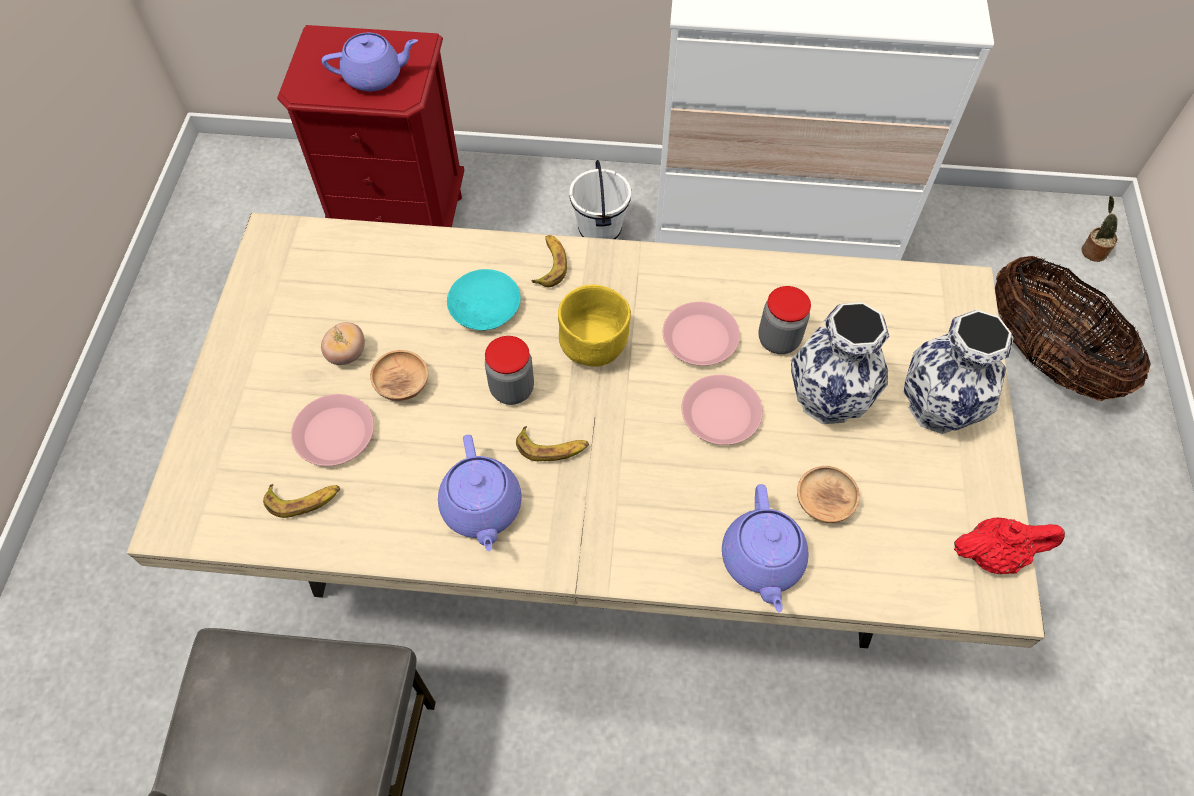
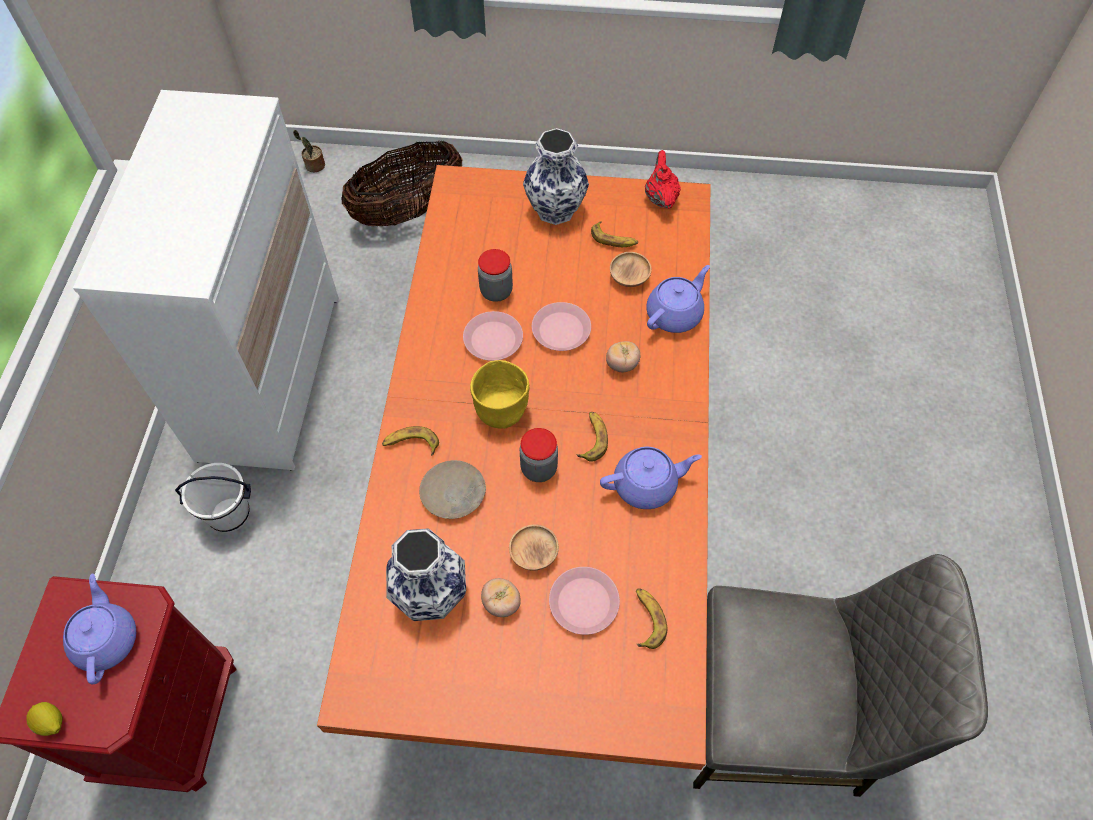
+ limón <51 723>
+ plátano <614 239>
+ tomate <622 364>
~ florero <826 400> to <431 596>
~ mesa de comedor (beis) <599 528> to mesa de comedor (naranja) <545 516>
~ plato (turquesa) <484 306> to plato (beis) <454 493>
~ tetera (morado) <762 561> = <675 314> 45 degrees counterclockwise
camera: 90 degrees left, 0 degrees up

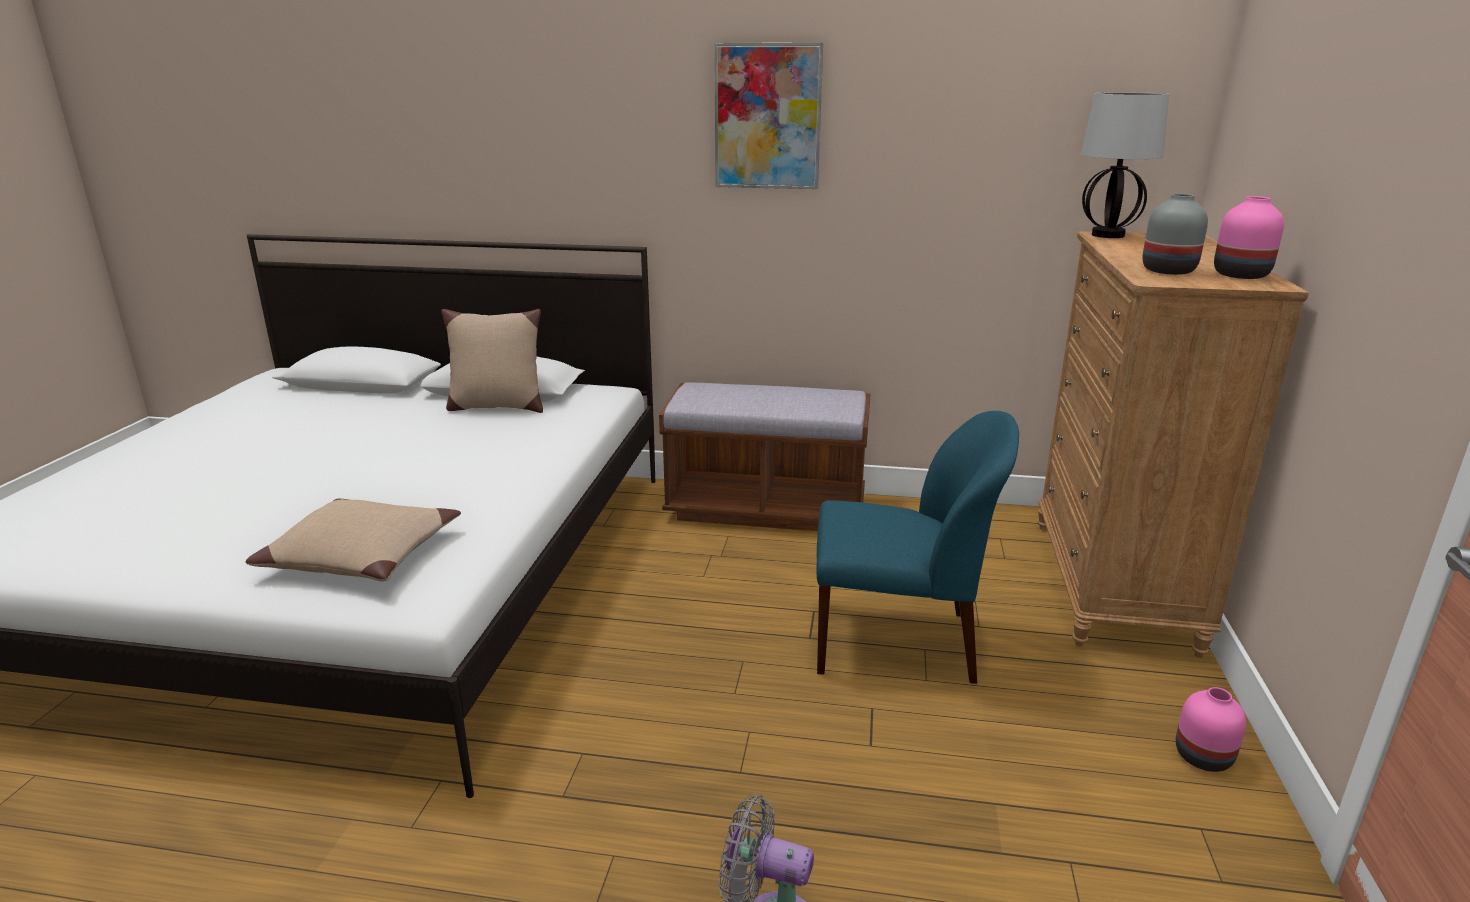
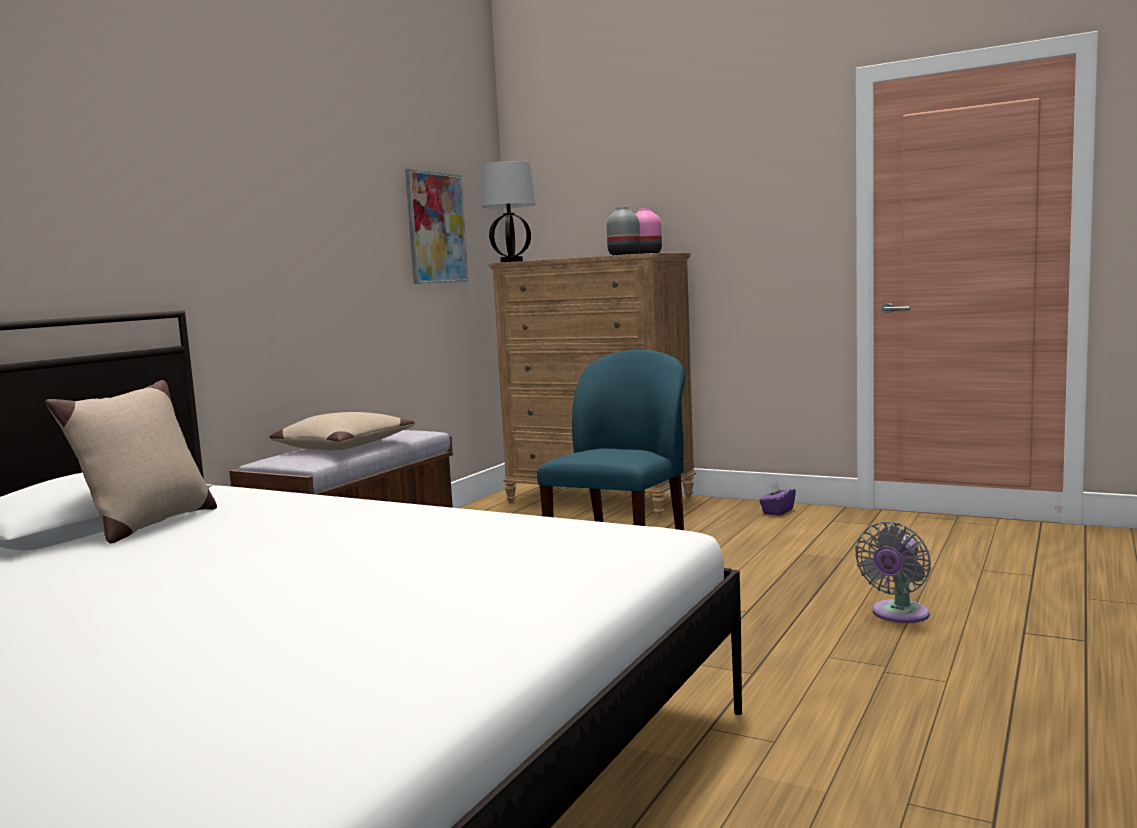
~ cojín (beis) <363 555> to <343 446>
~ cuadro <767 117> to <436 228>
~ florero (rosa) <1202 757> to caja de pañuelos (morado) <777 511>
camera: 70 degrees left, 15 degrees down

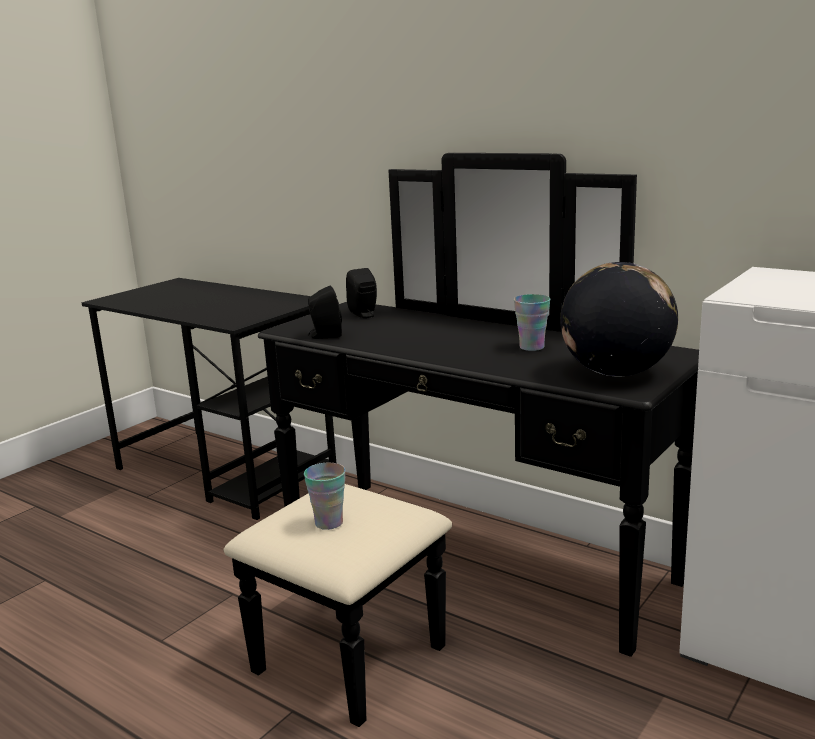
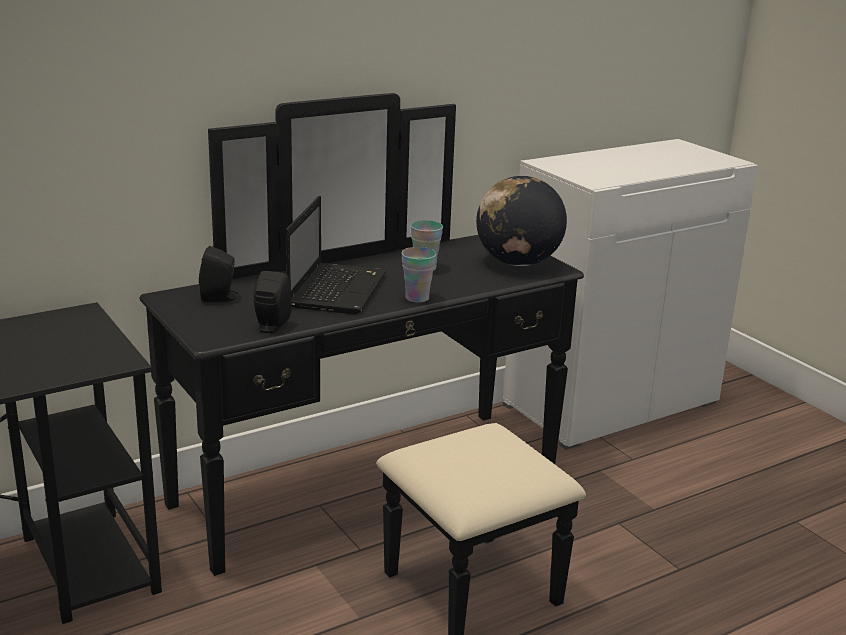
+ portátil <337 289>
~ taza <329 523> to <417 298>
camera: 70 degrees left, 5 degrees up

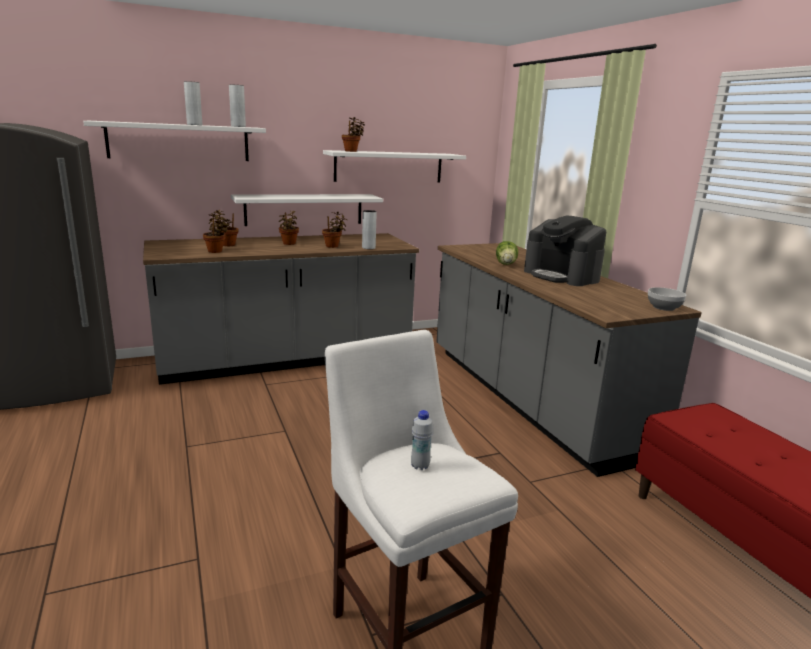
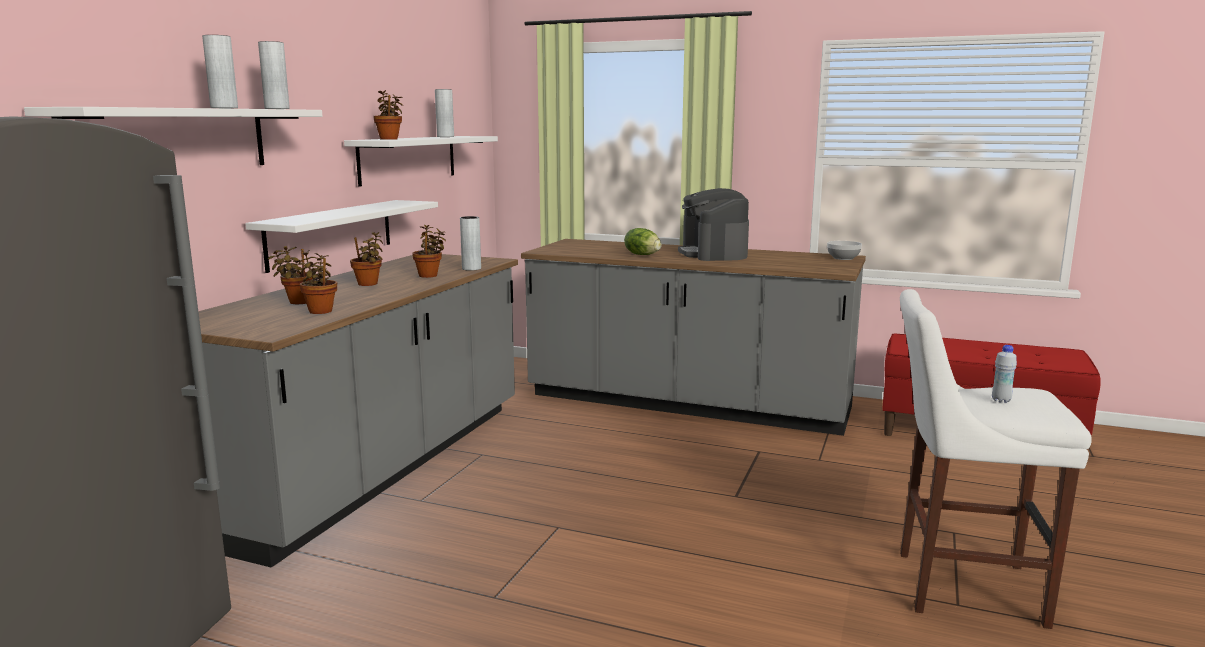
+ florero (gris) <445 137>
~ cafetera <562 276> = <713 254> 75 degrees clockwise
camera: 45 degrees left, 5 degrees down

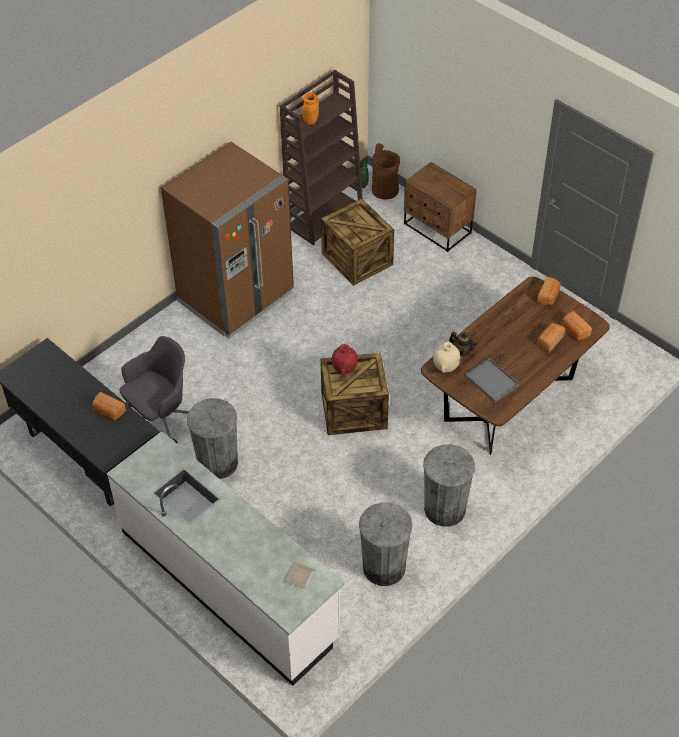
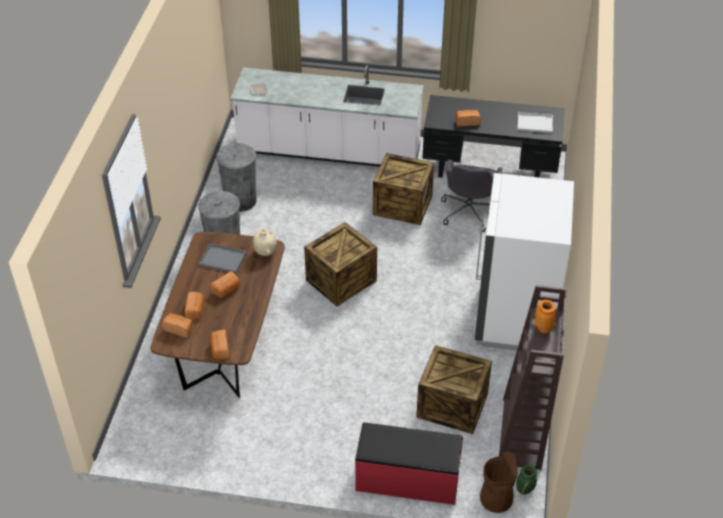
- florero (rojo) <344 369>
- tetera <462 351>
+ pan <227 290>
+ bandeja (blanco) <534 123>
~ papelera (gris) <217 462> to caja de embalaje <403 205>
~ mesita de noche (marrón) <437 229> to banco (rojo) <407 480>
~ nevera (marrón) <236 297> to nevera (blanco) <515 318>
camera: 145 degrees right, 5 degrees down

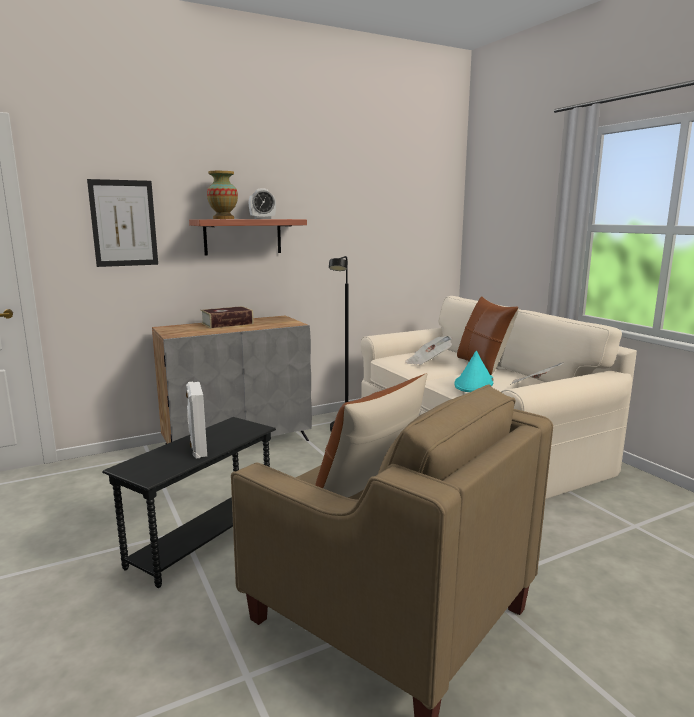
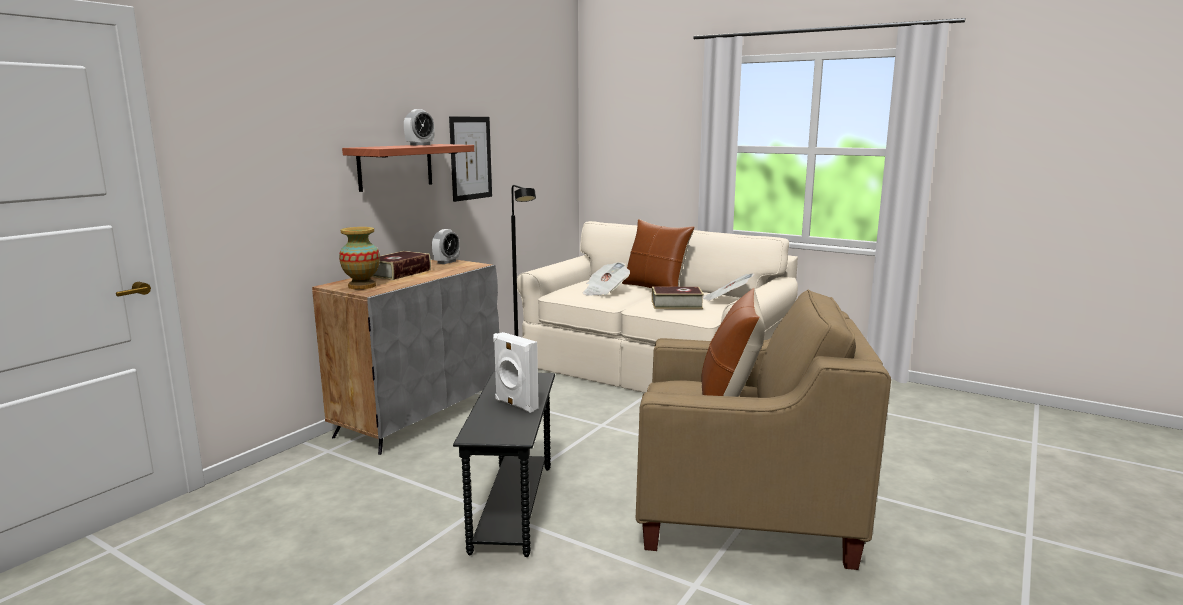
+ despertador <446 262>
~ cuadro <124 223> to <470 158>
~ florero <223 219> to <361 286>
~ sombrero (turquesa) <474 384> to libro <676 304>
camera: 30 degrees left, 0 degrees up

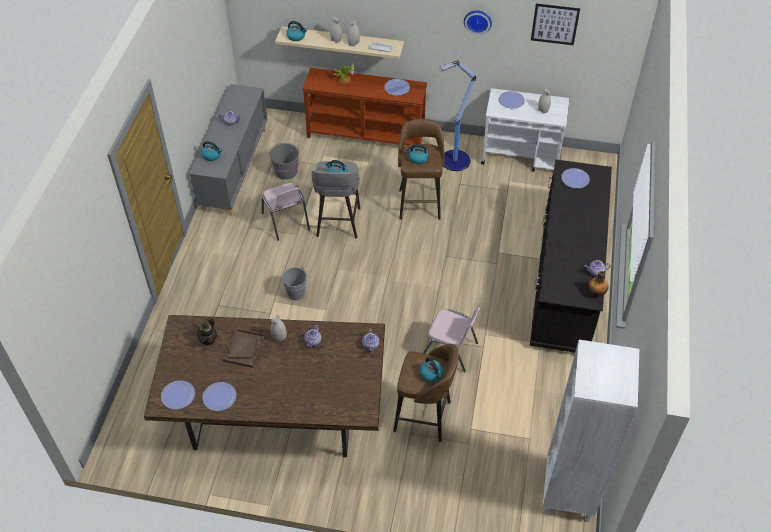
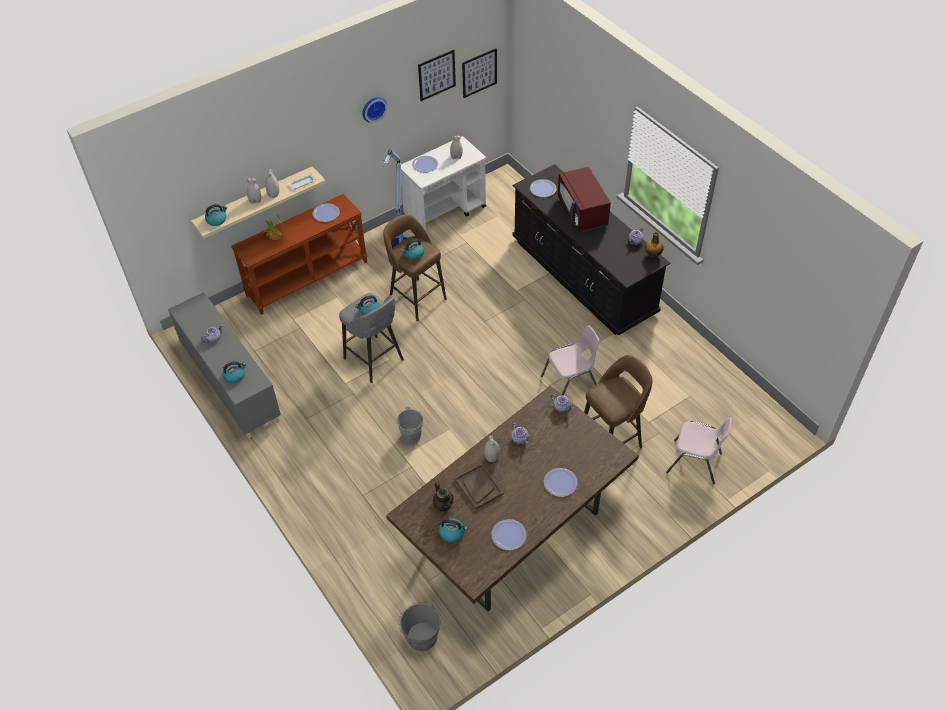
- estantería (blanco) <568 493>
+ cuadro <479 73>
+ microondas (rojo) <583 212>
~ plato <178 395> to <560 483>
~ silla (rosa) <286 222> to <695 463>
~ cubo (gris) <286 171> to <421 636>
~ hervidor <431 374> to <452 533>
camera: 45 degrees left, 0 degrees up

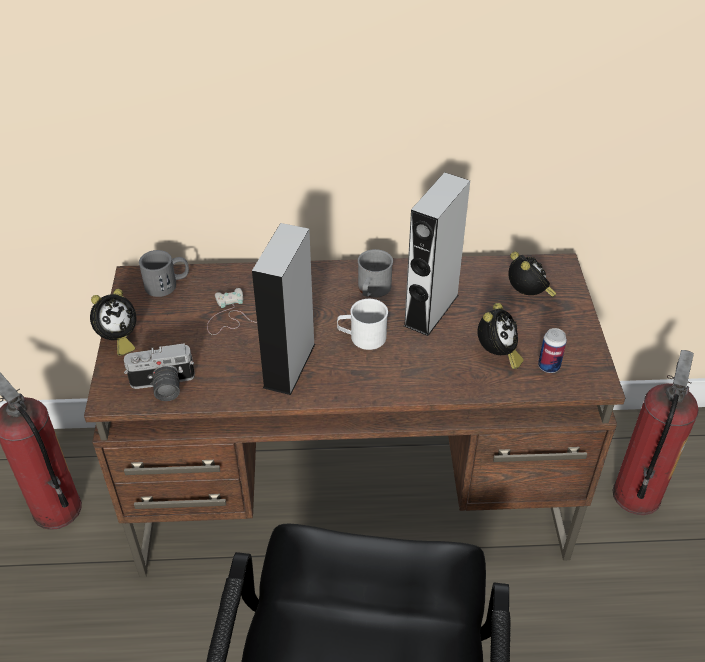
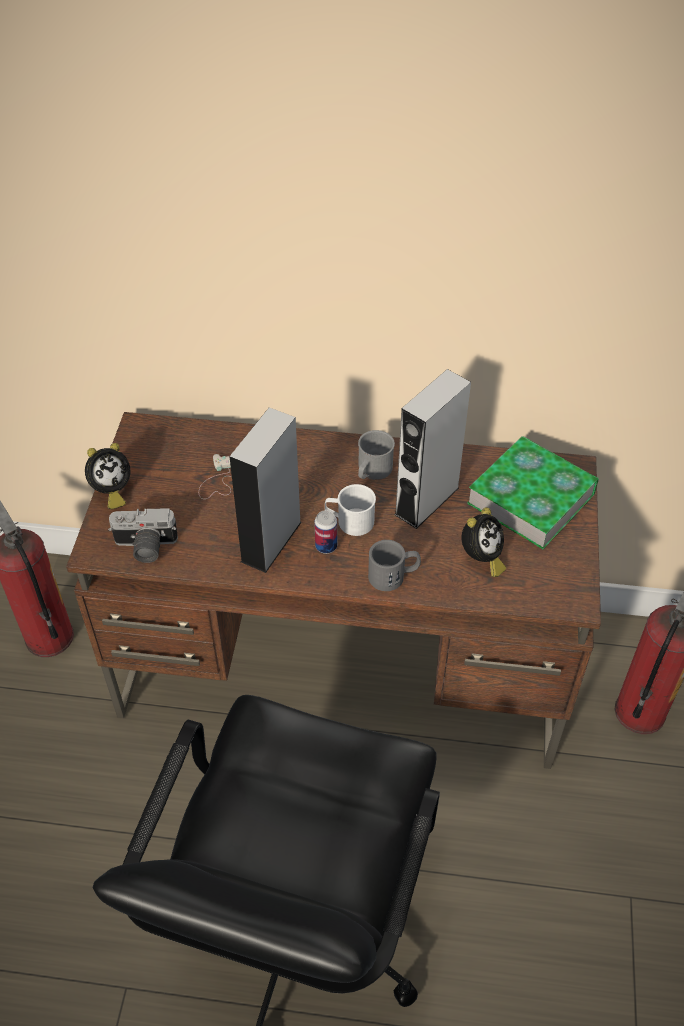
~ taza grande (gris) <167 284> to <394 575>
~ lata <548 366> to <326 546>
~ despertador <528 296> to libro <531 498>
camera: 10 degrees right, 5 degrees up

